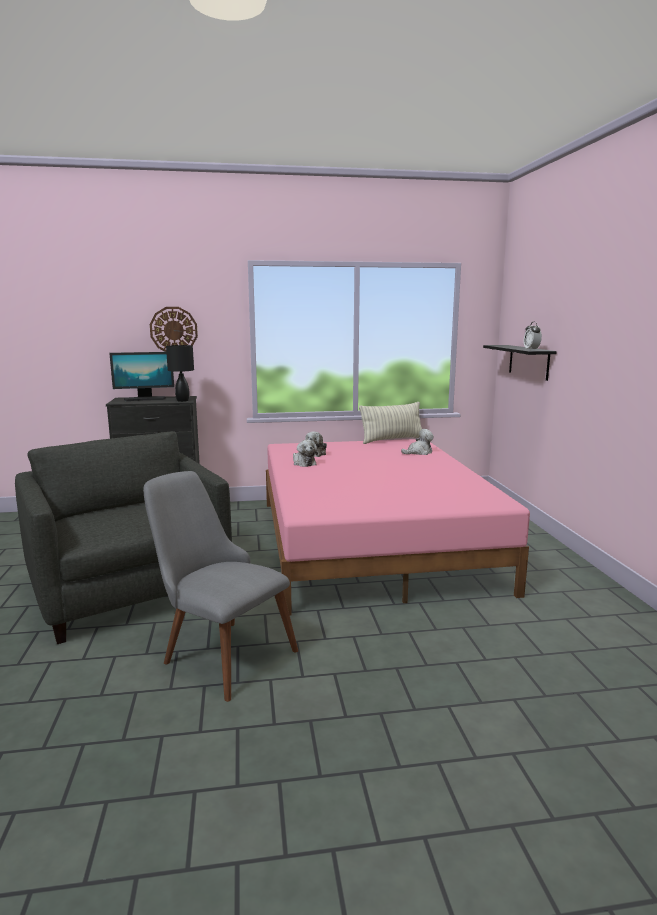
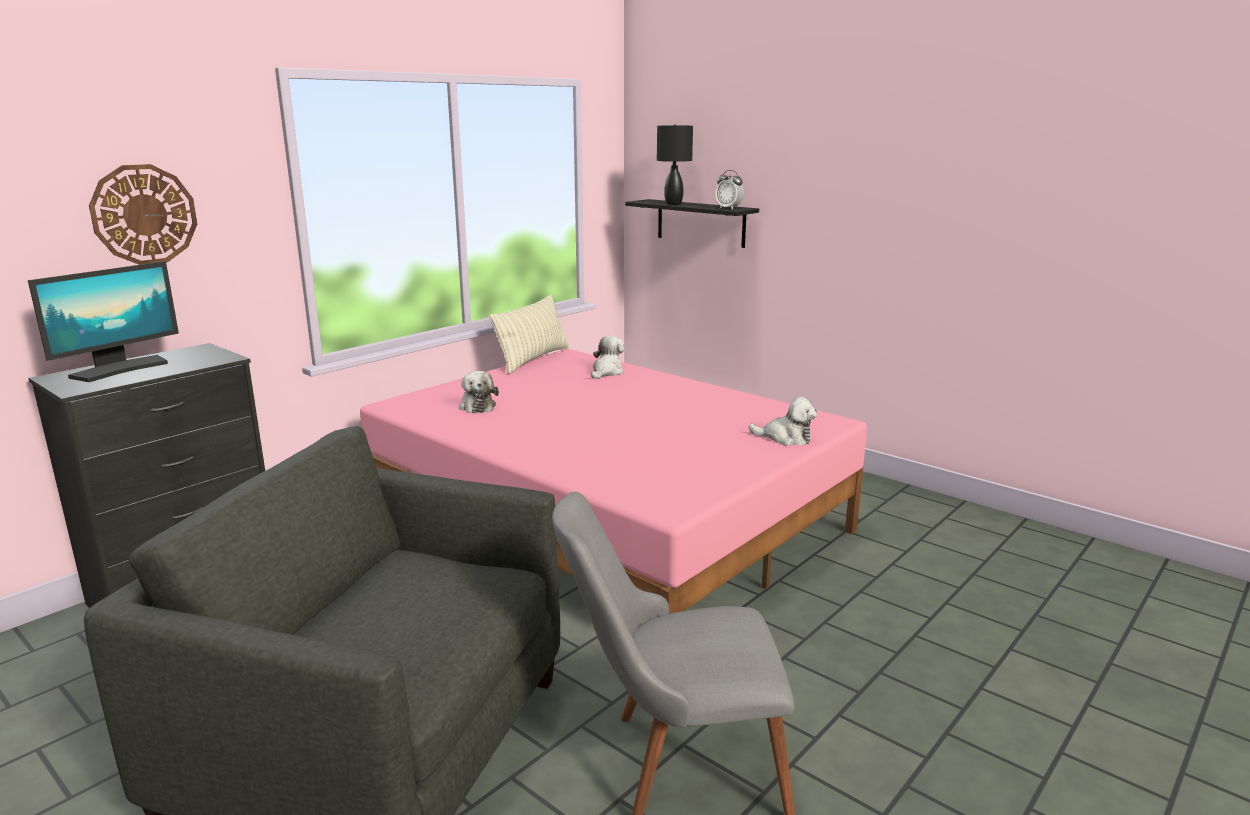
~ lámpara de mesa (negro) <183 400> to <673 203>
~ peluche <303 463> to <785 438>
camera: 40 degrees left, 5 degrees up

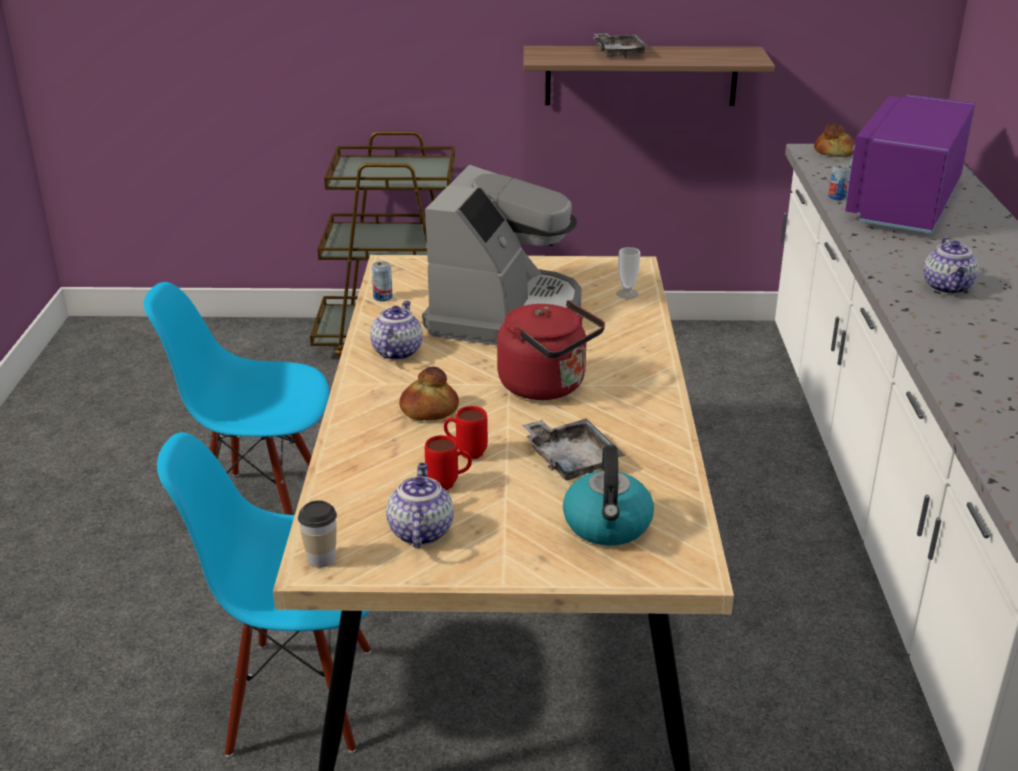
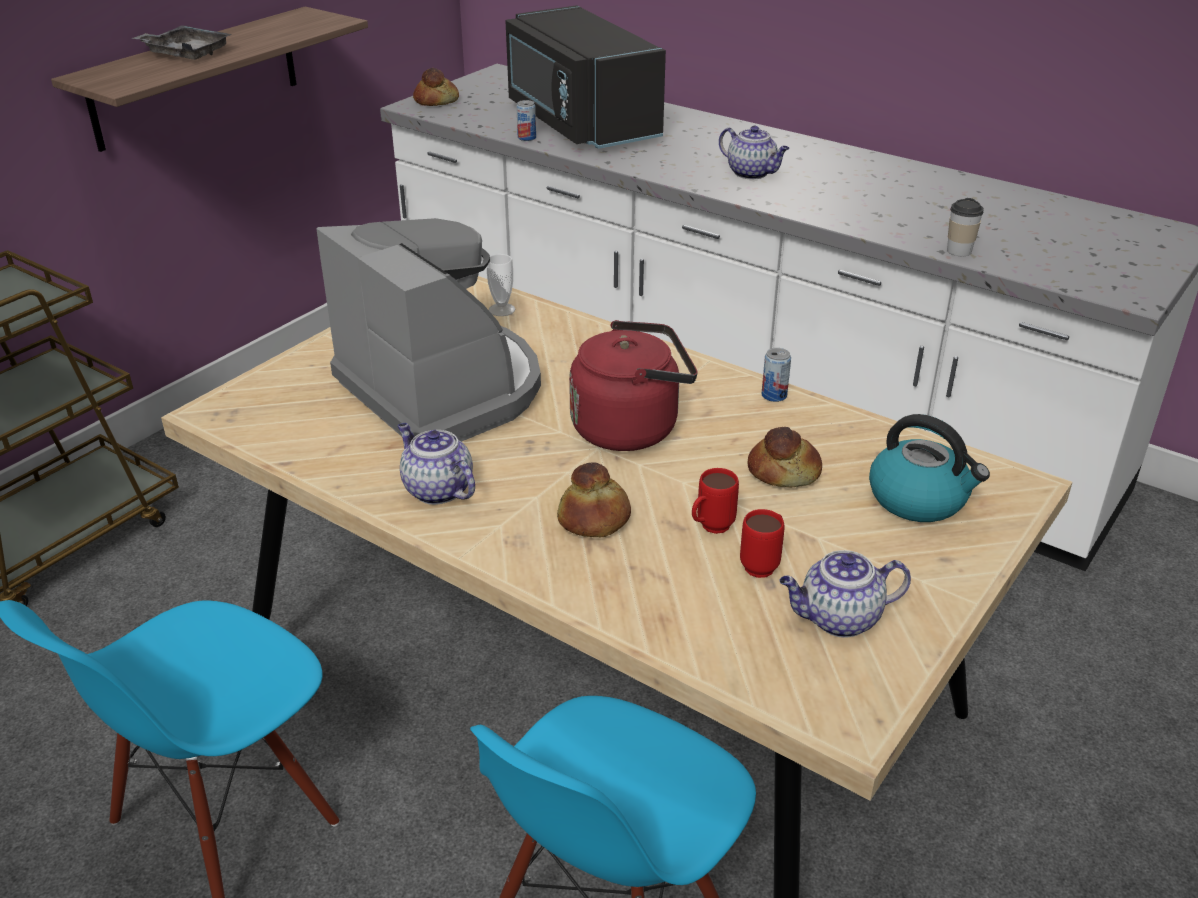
~ taza <321 558> to <959 251>
~ lata <383 297> to <774 395>
~ bandeja (gris) <571 459> to pan <784 471>
~ microondas (morado) <901 203> to microondas (negro) <579 123>
~ tetera <420 531> = <838 619> 45 degrees counterclockwise
camera: 55 degrees left, 5 degrees up

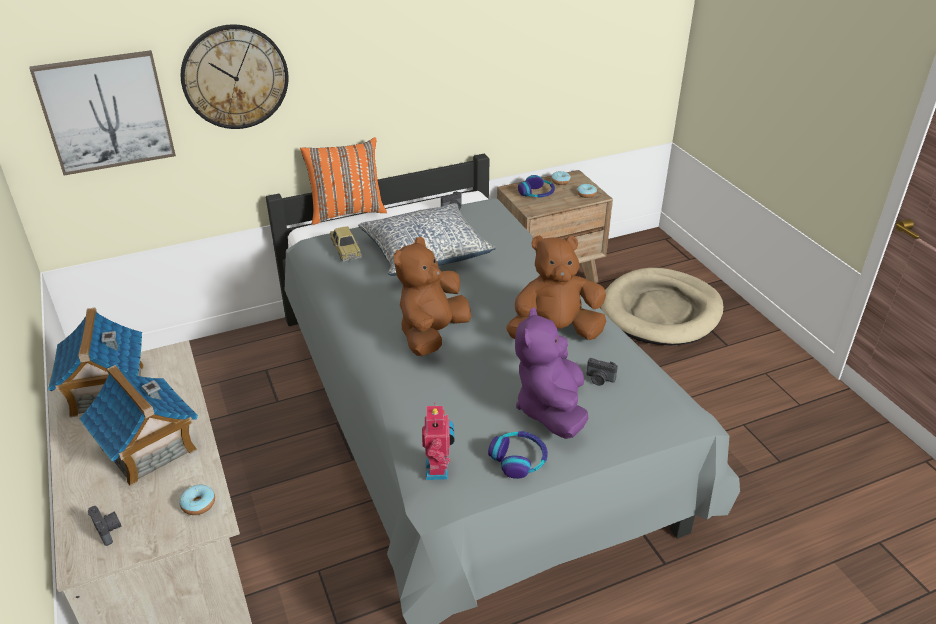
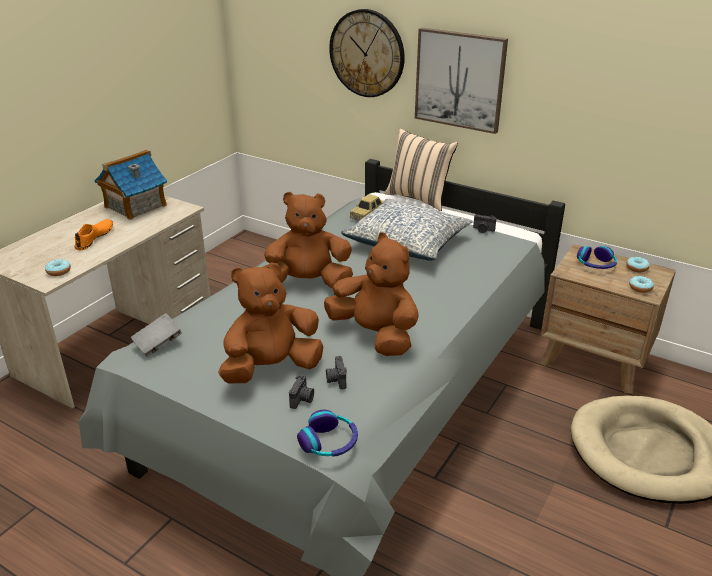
~ cuadro <106 112> to <460 80>
~ cámara <109 530> to <302 399>
~ auriculares <519 459> to <329 442>
~ casita <148 449> to zapato (naranja) <95 238>
~ robot de juguete <439 470> to libro (gris) <158 344>
~ cojín (naranja) <347 212> to cojín (beis) <419 198>
~ peluche (morado) <551 409> to peluche (marrón) <271 368>
camera: 55 degrees right, 5 degrees down

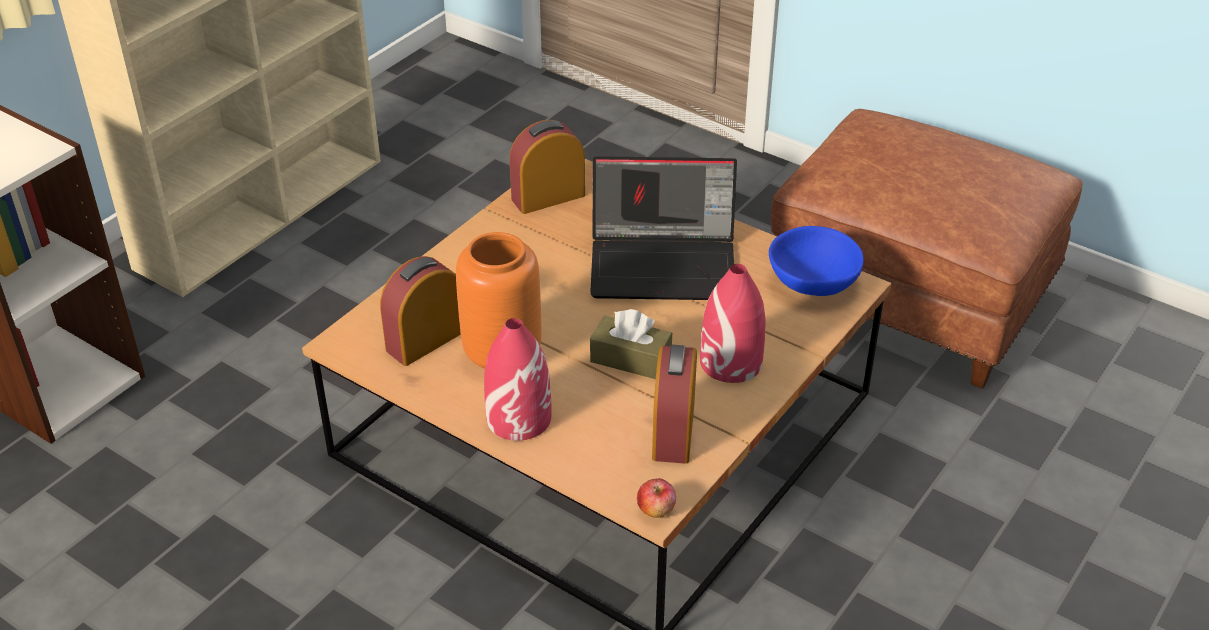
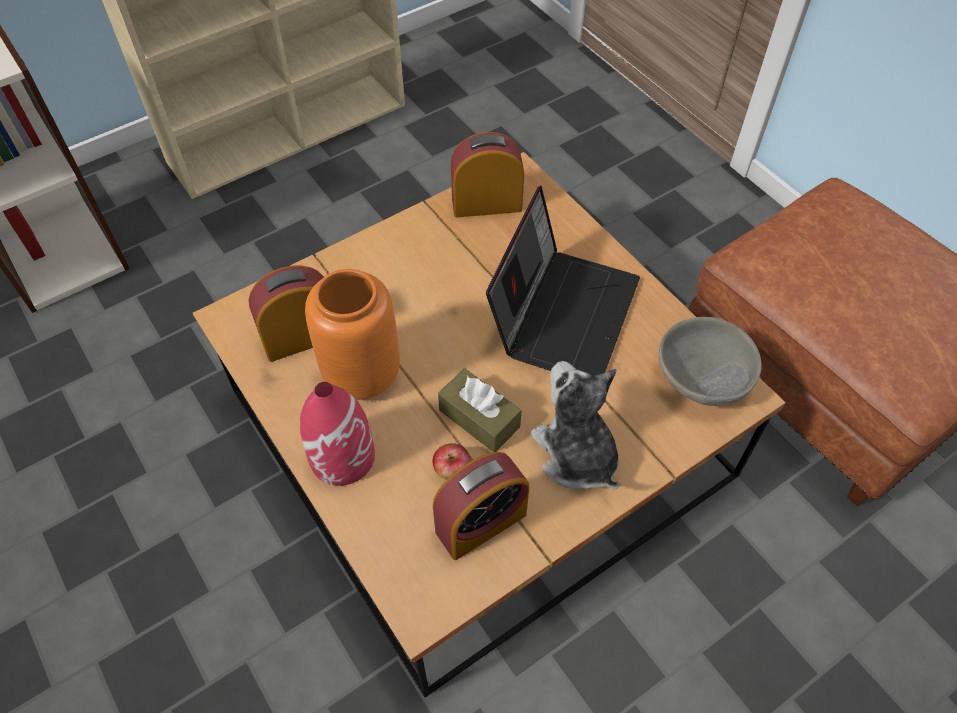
~ manzana <656 509> to <452 469>
~ florero (rojo) <731 363> to peluche <575 454>
~ cuenco (azul) <813 283> to cuenco (gris) <702 379>
~ portátil <665 263> = <563 312> 90 degrees counterclockwise
~ despertador <673 432> = <481 523> 150 degrees counterclockwise
camera: 20 degrees right, 15 degrees up

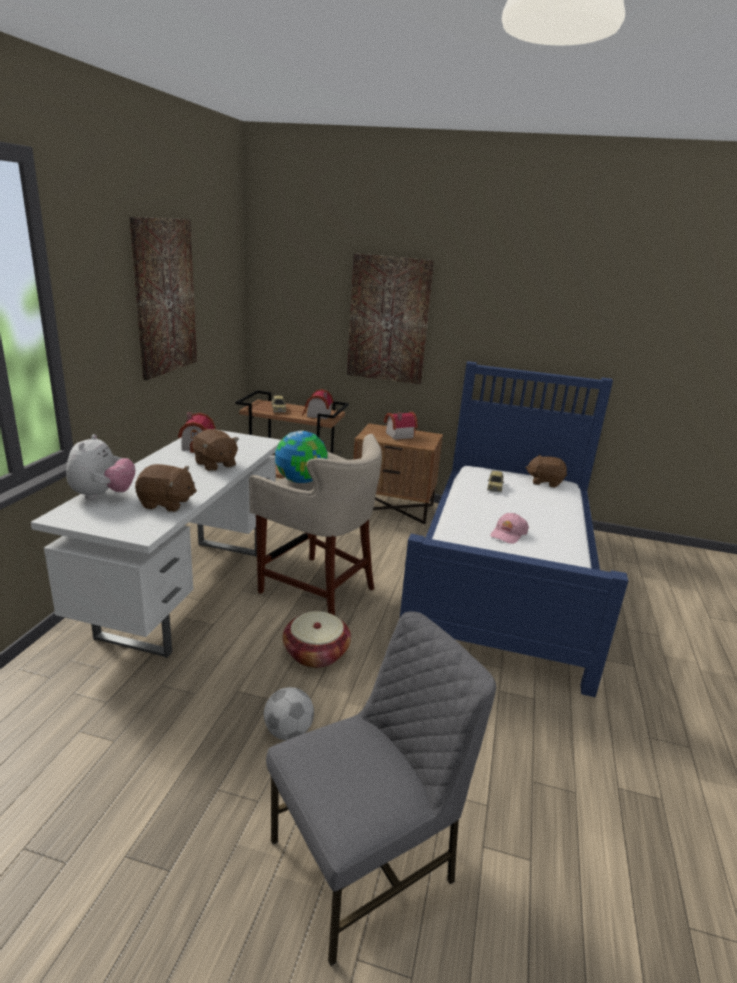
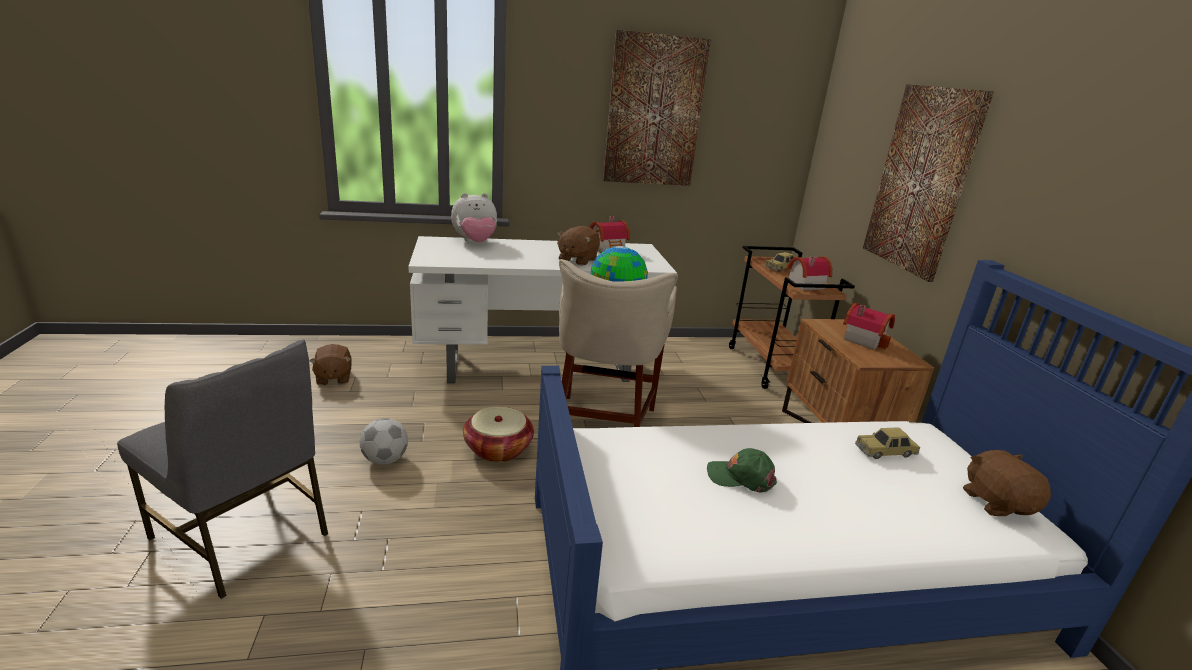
~ peluche (marrón) <166 504> to <333 378>
~ gorra (rosa) <508 534> to gorra (verde) <741 477>
camera: 65 degrees right, 0 degrees up

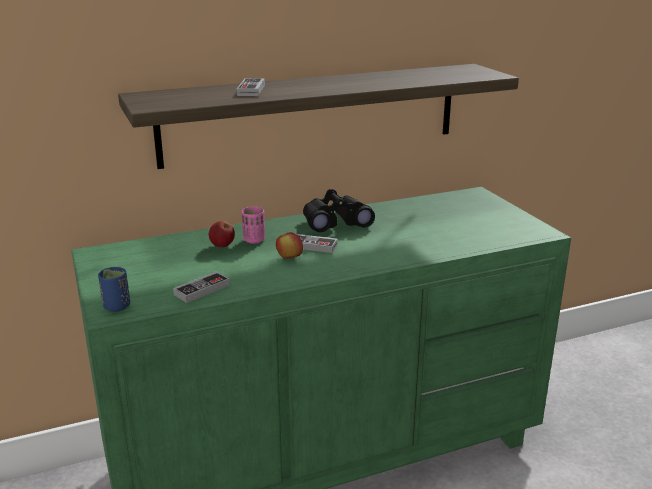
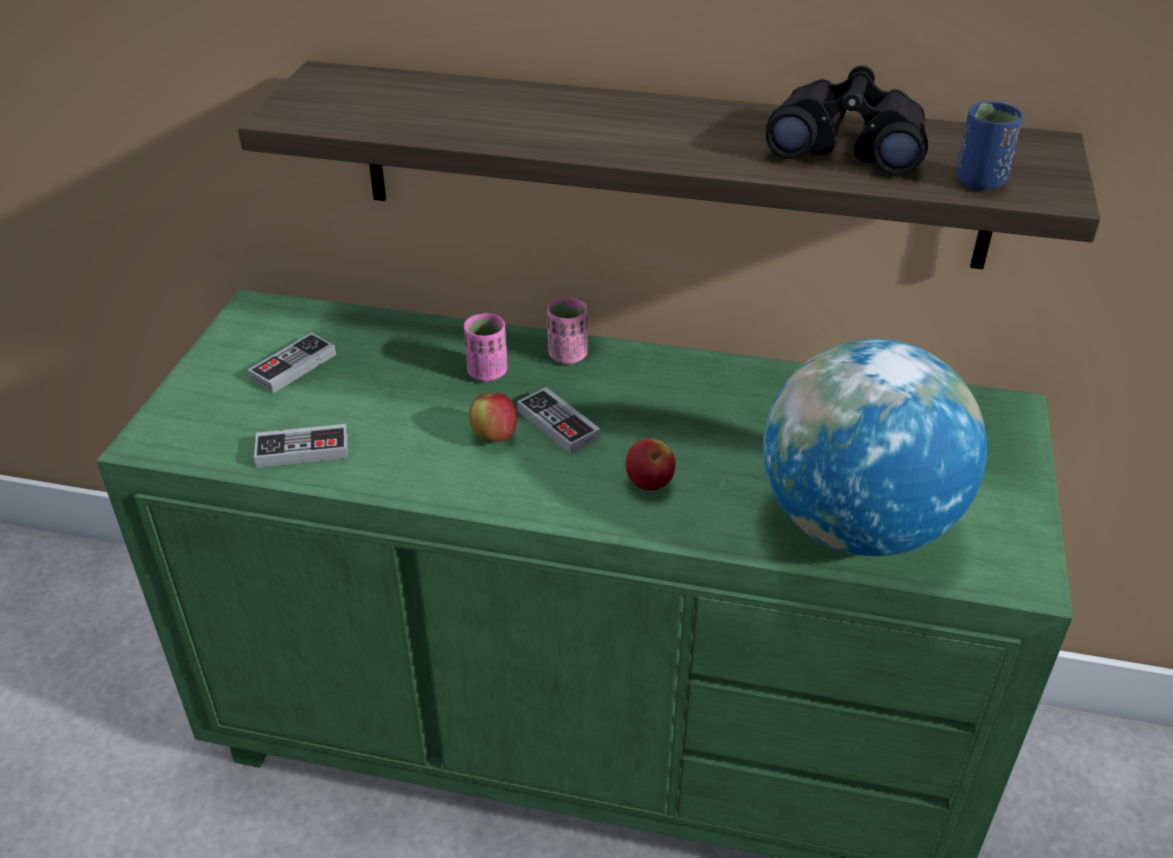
+ taza (rosa) <568 355>
+ globo terráqueo <856 524>
~ taza (azul) <116 307> to <979 181>
~ manzana <222 246> to <649 484>
~ mando de consola <251 90> to <293 367>
~ prismáticos (negro) <335 222> to <847 146>
camera: 35 degrees right, 15 degrees up

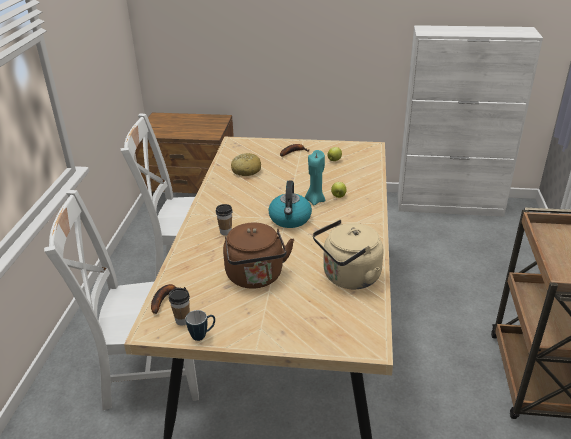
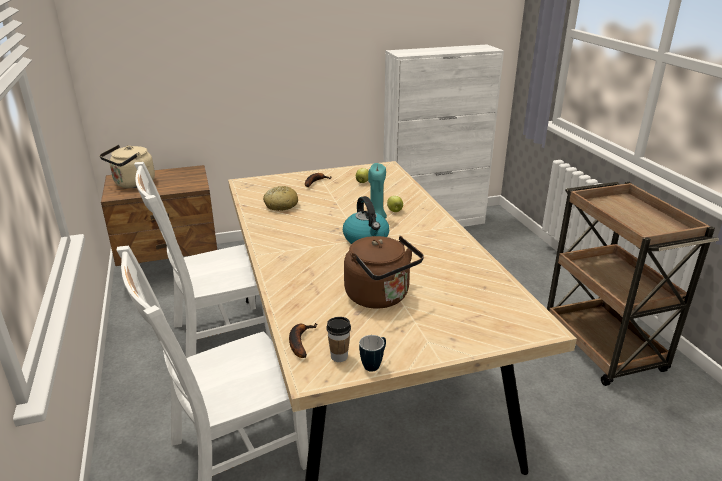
- taza <225 232>
~ hervidor (beis) <348 278> to <133 184>
camera: 25 degrees left, 5 degrees down

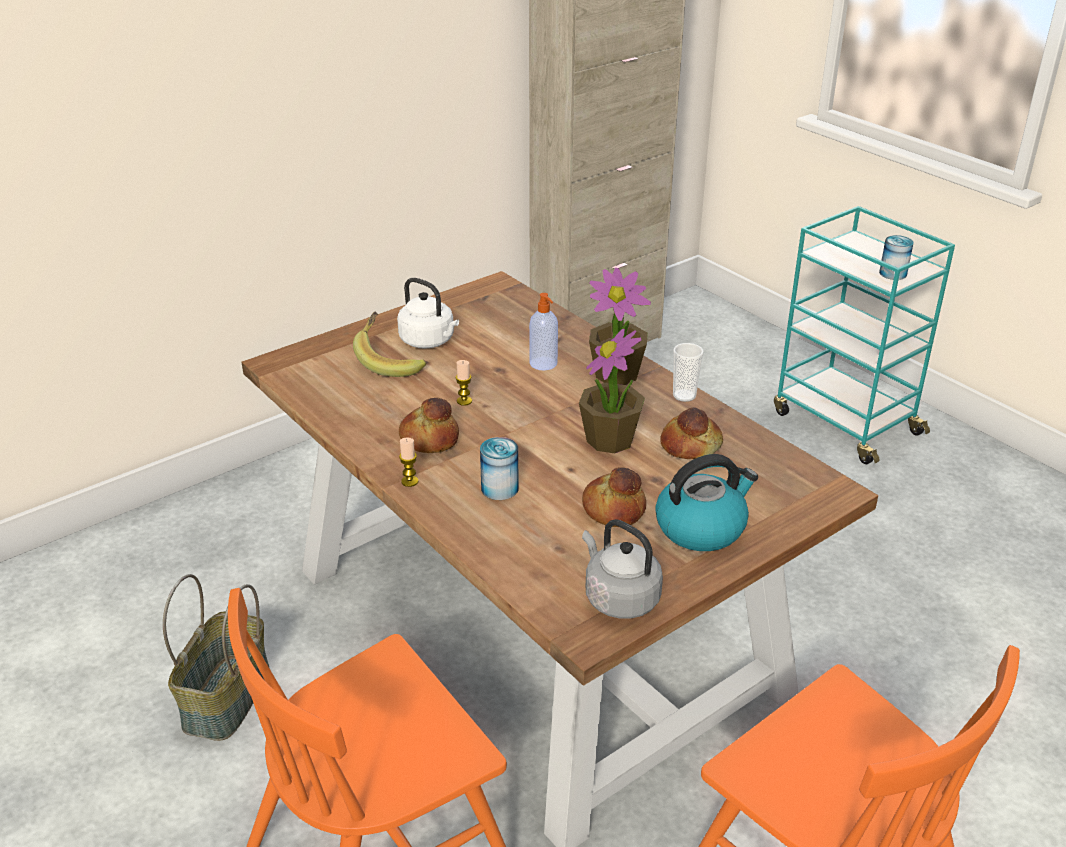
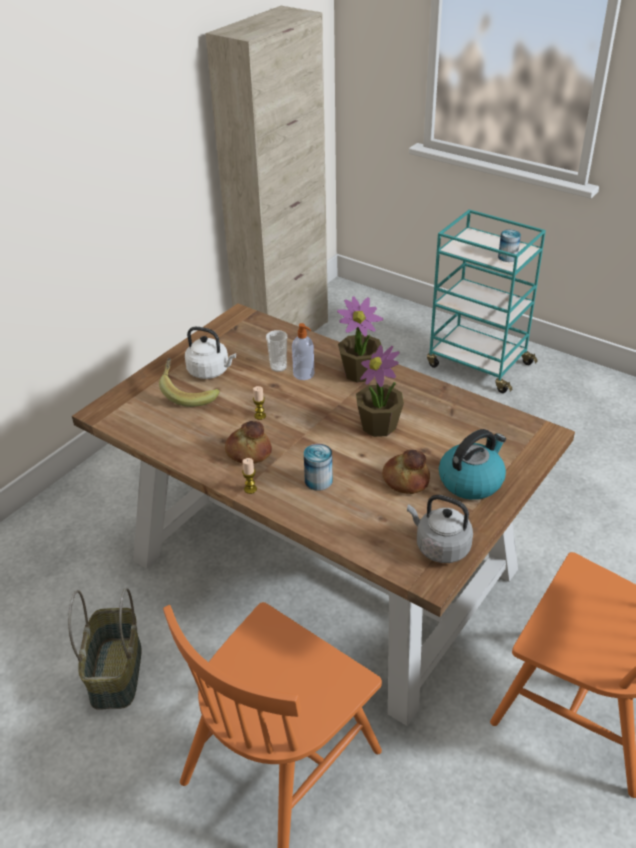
- pan <690 445>
~ taza <684 395> to <278 367>
camera: 15 degrees left, 5 degrees up

